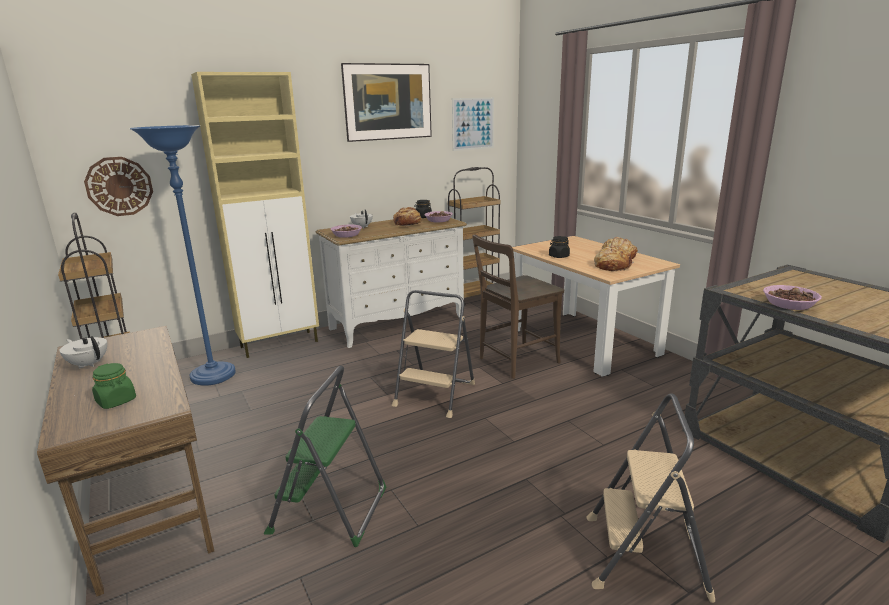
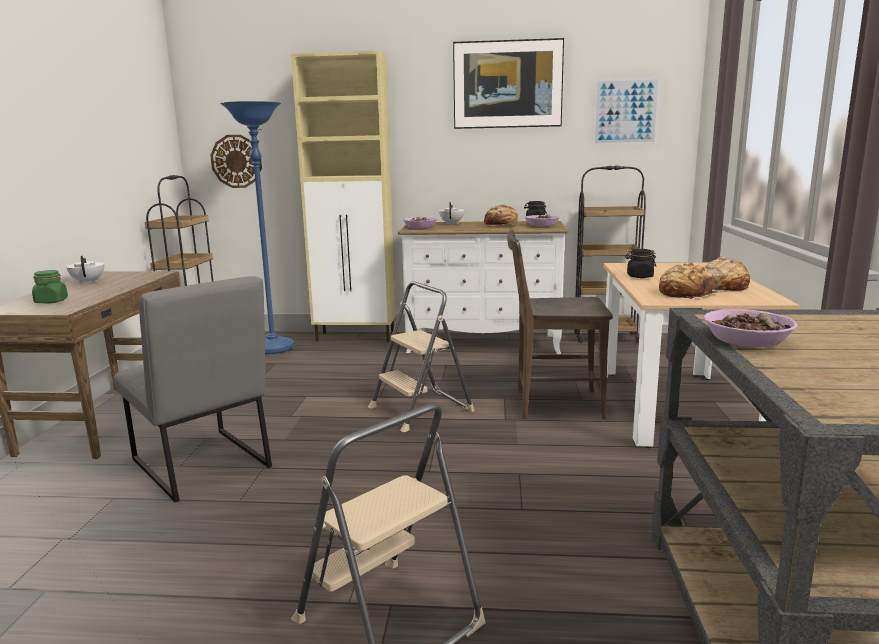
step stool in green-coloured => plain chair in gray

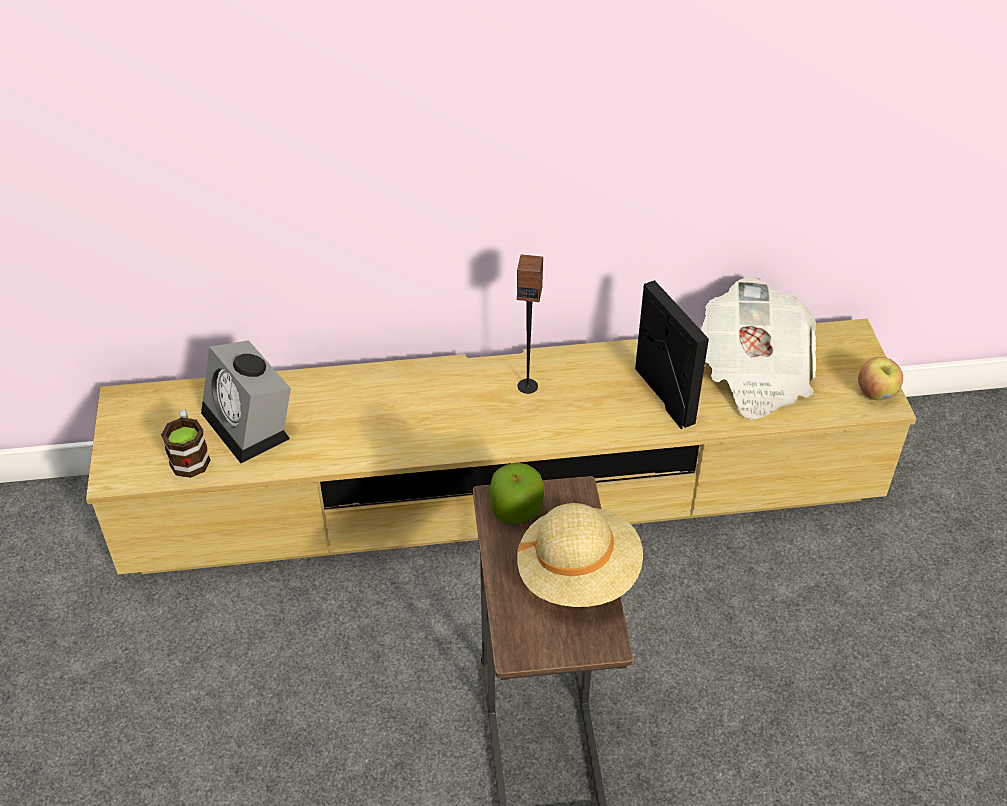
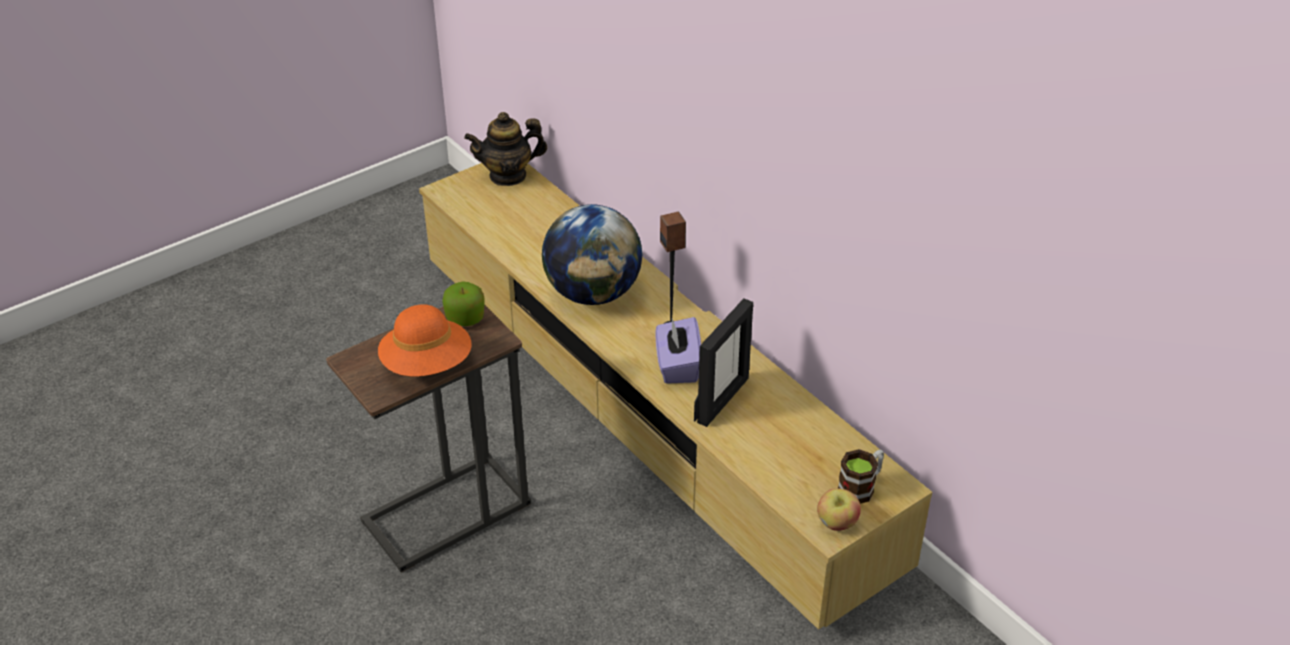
tea mug, relocated
bedside clock => nothing
hat in sand-coloured => hat in orange-coloured
daily paper => nothing
nothing => tea pot
nothing => globe
nothing => tissue holder in purple

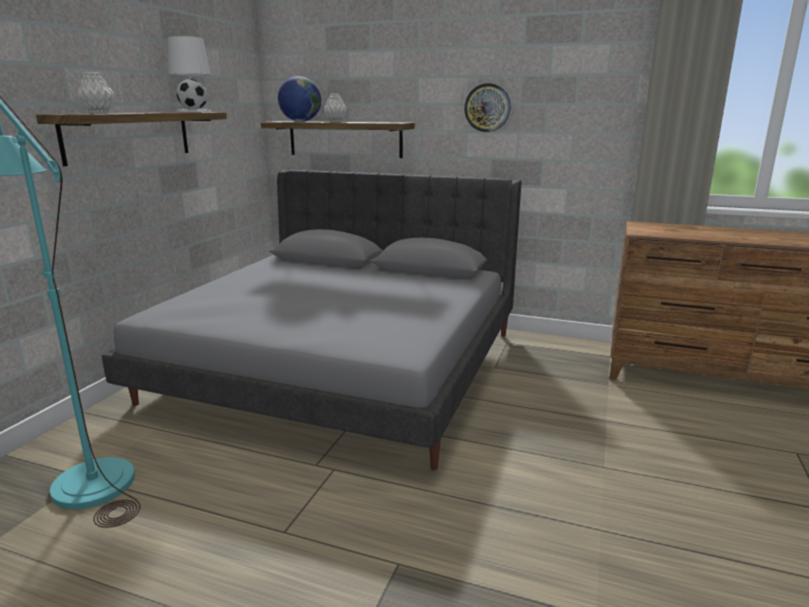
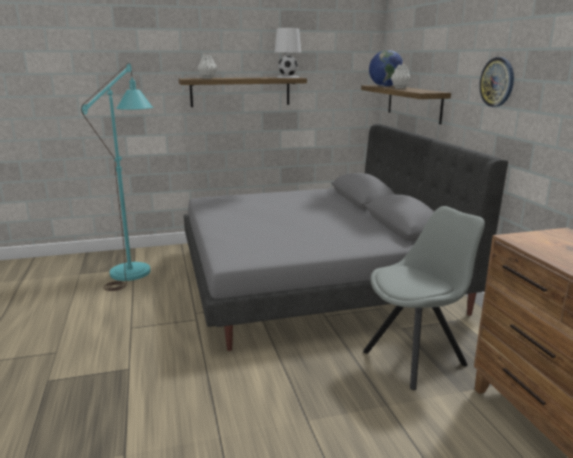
nothing => plain chair in gray

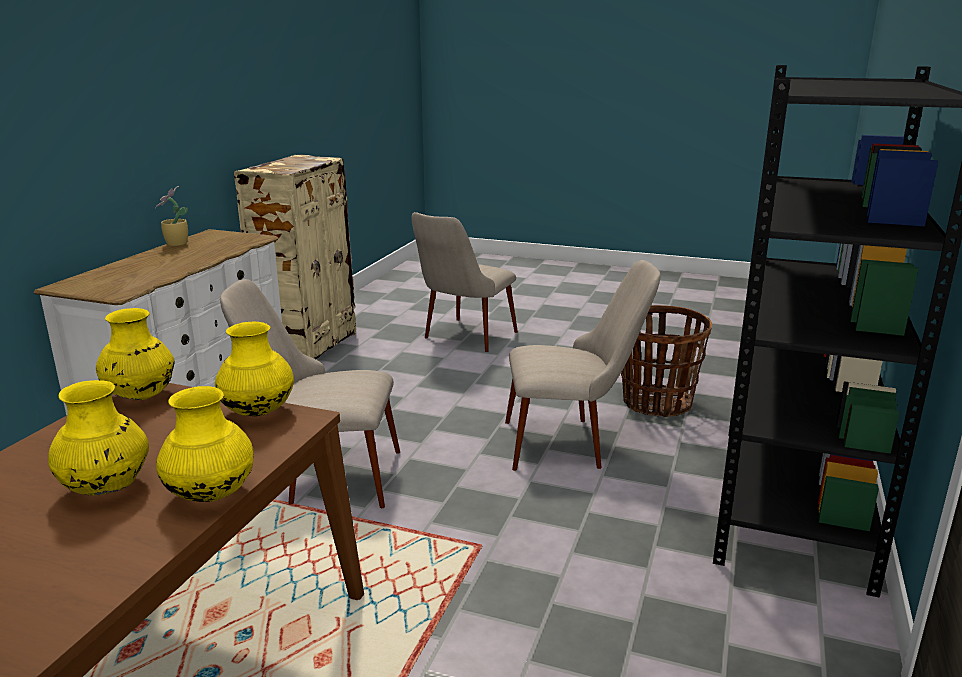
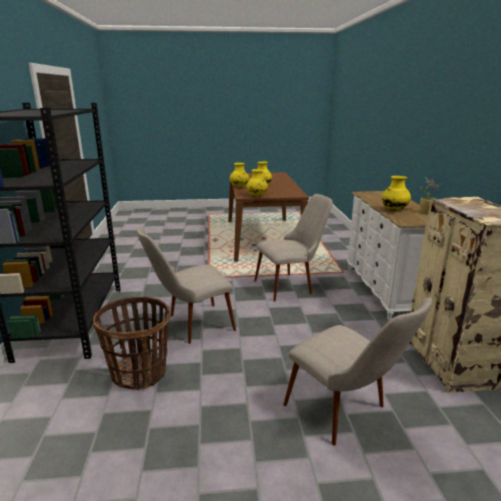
decorative vase in yellow (no. 2 from left in the first image) => decorative vase in yellow (no. 4 from left), relocated
plain chair in sand-coloured (no. 2 from left in the first image) => plain chair in sand-coloured (no. 3 from left), 135 degrees clockwise

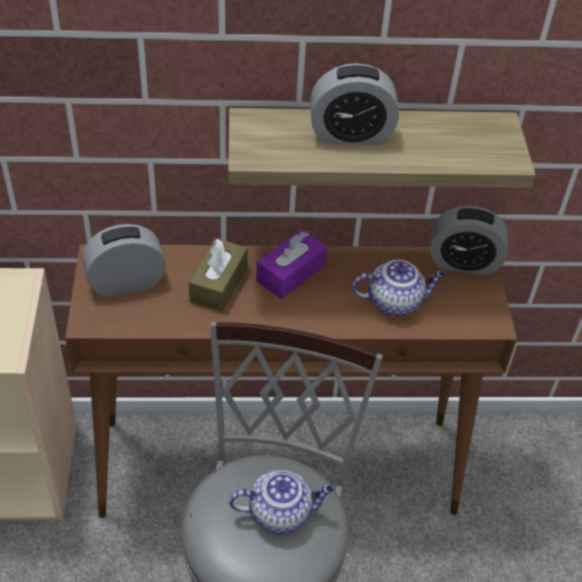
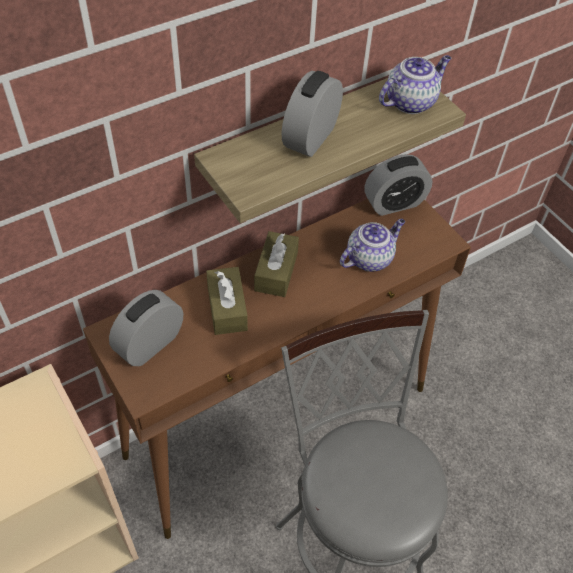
tea pot (no. 1 from left in the first image) => tea pot (no. 2 from left), relocated
tissue holder in purple => tissue holder in brownish (no. 2 from left)
bedside clock (no. 2 from left), 150 degrees clockwise

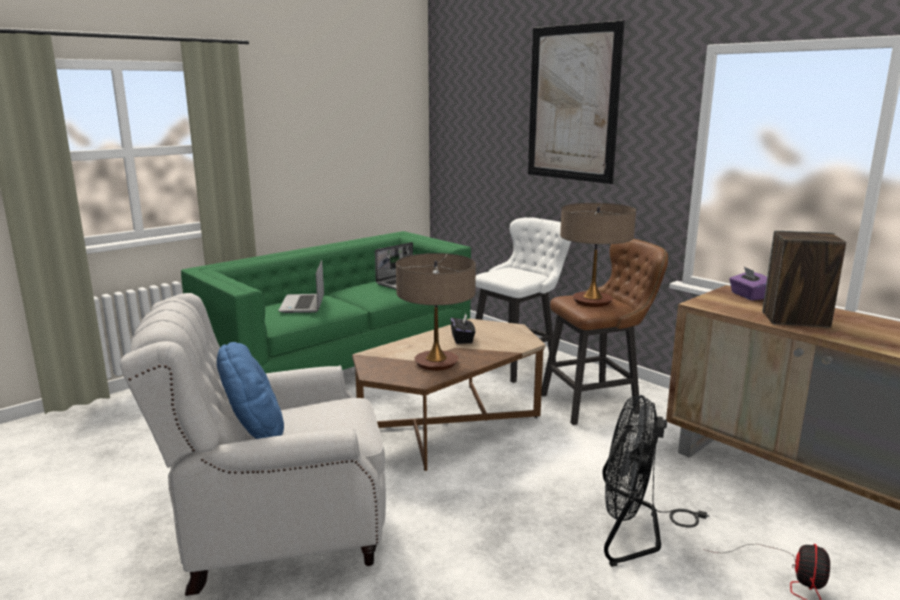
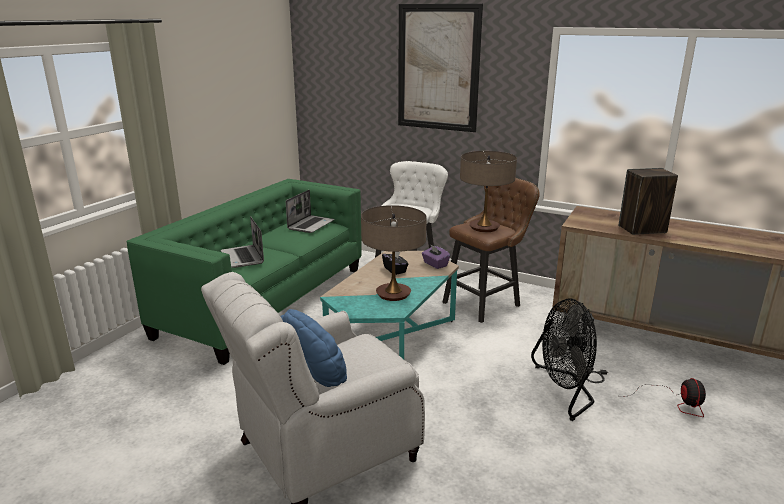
low table in brownish => low table in turquoise-coloured
tissue holder in purple, relocated

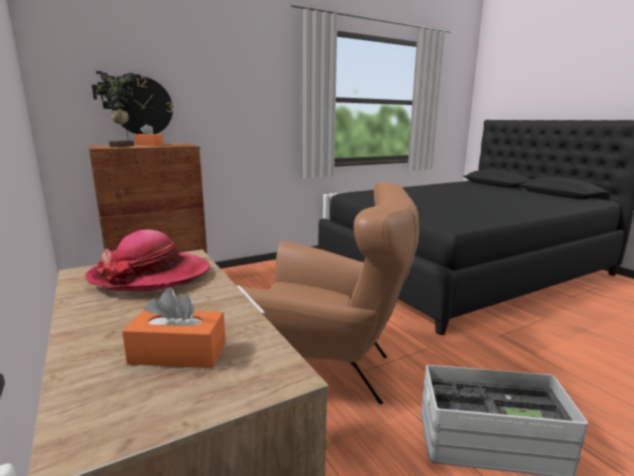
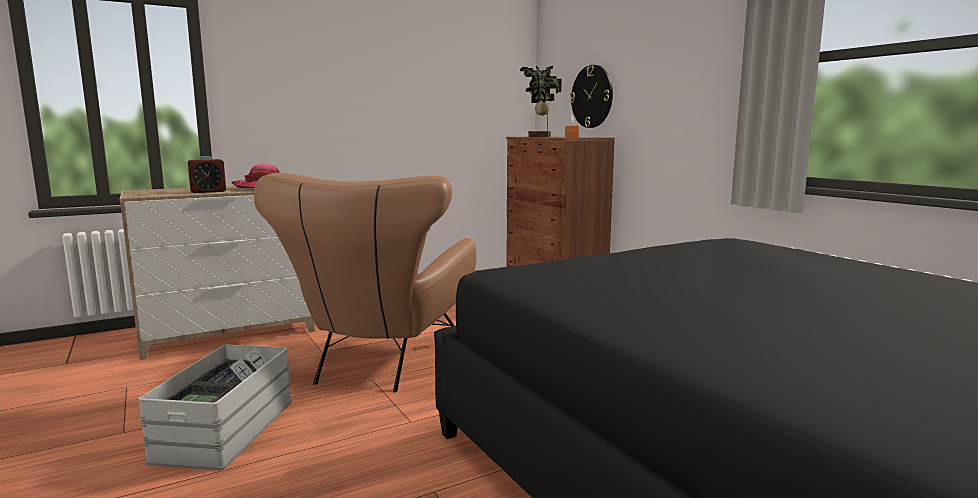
tissue holder in orange-coloured (no. 2 from left) => nothing
nothing => bedside clock

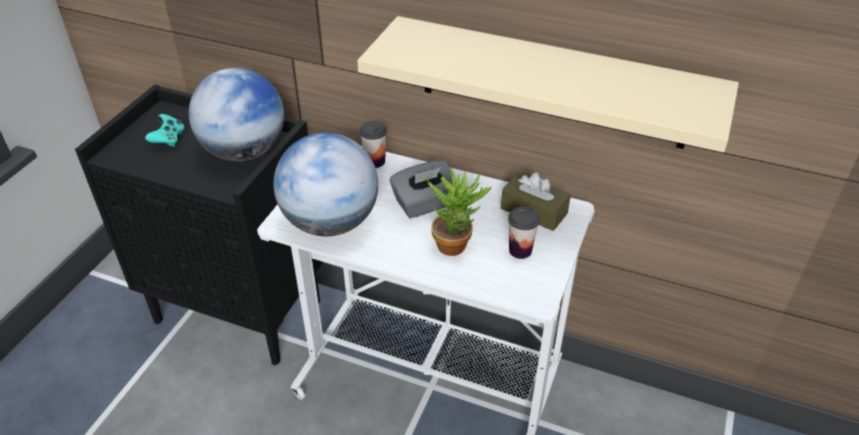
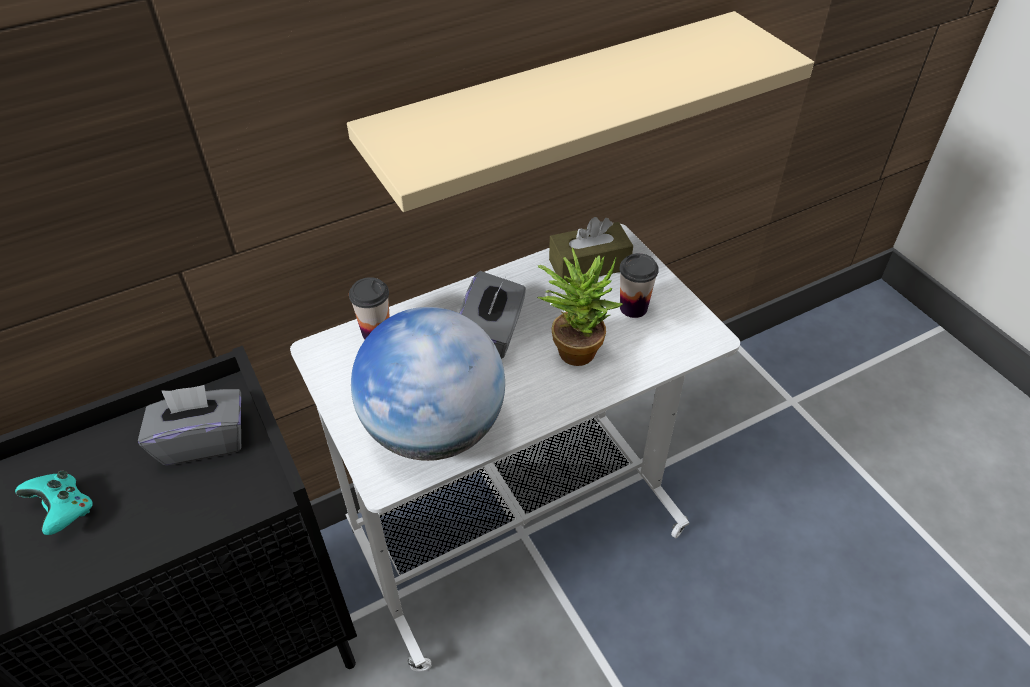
globe (no. 1 from left) => tissue holder in gray (no. 1 from left)

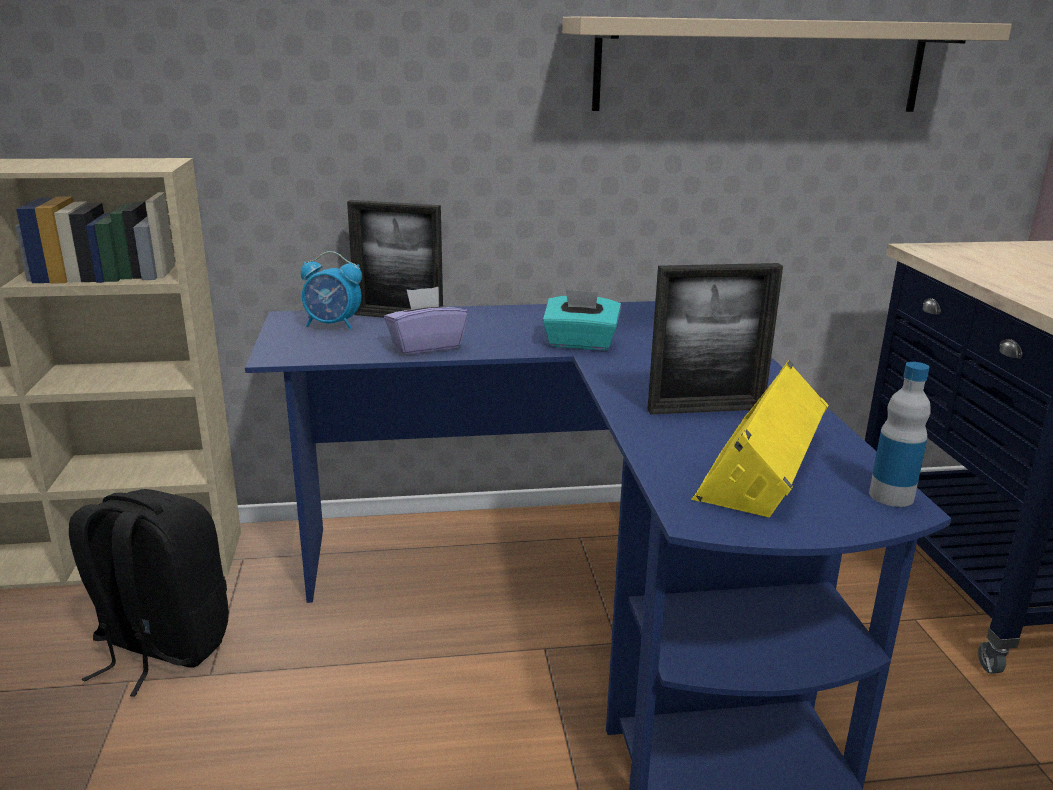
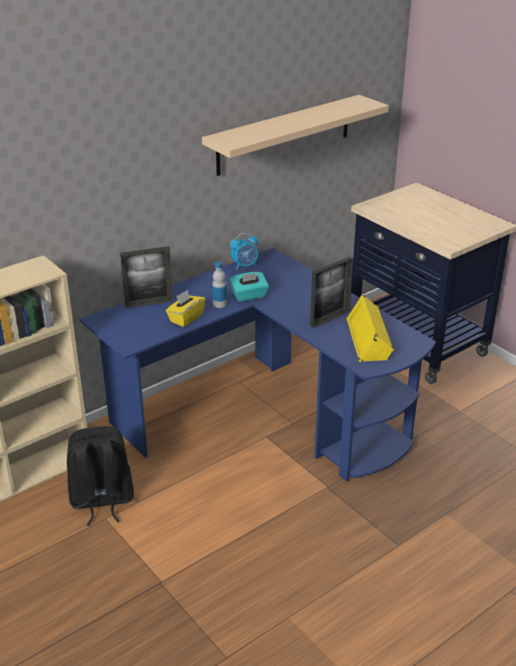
bedside clock, relocated
tissue holder in purple => tissue holder in yellow
bottle, relocated

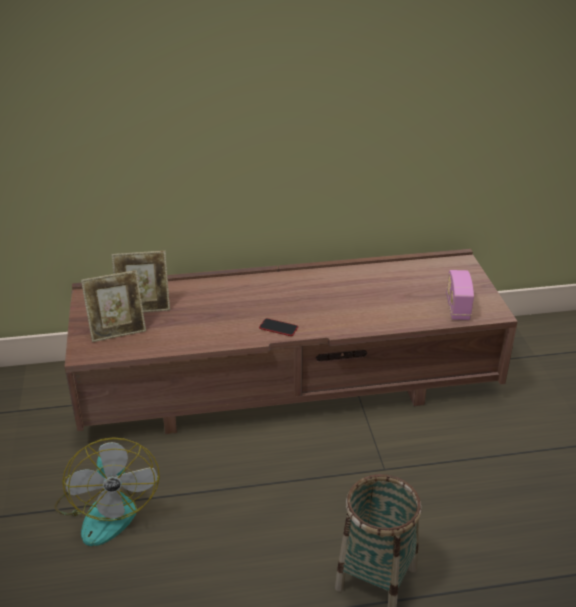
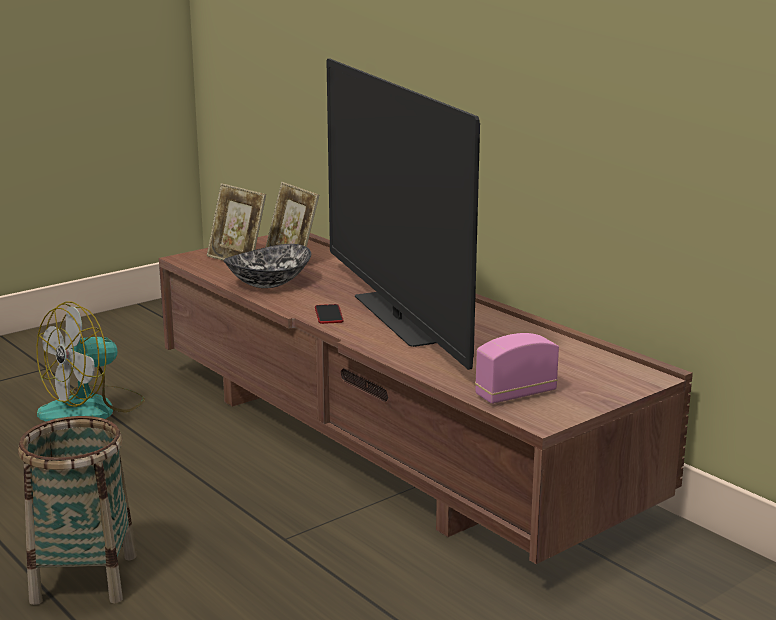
nothing => serving bowl
nothing => TV set

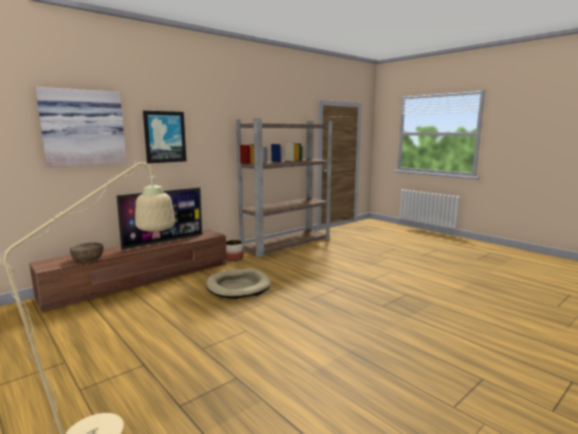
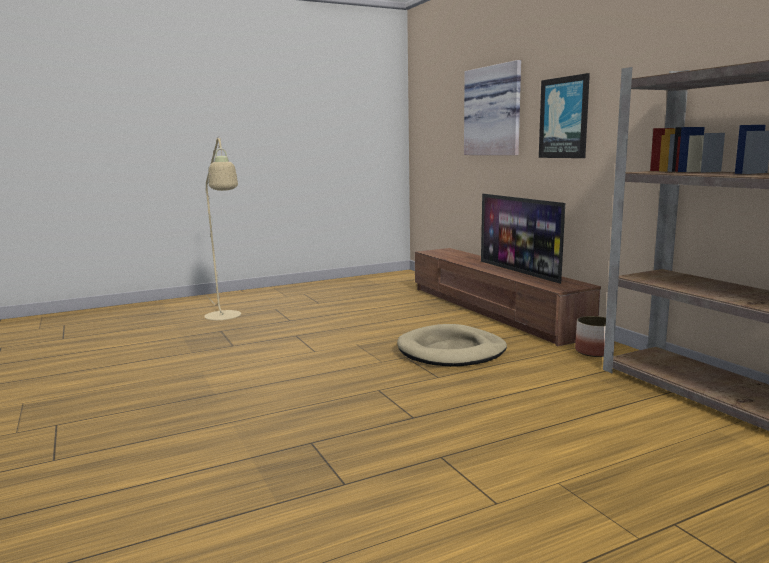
serving bowl in brownish => nothing

